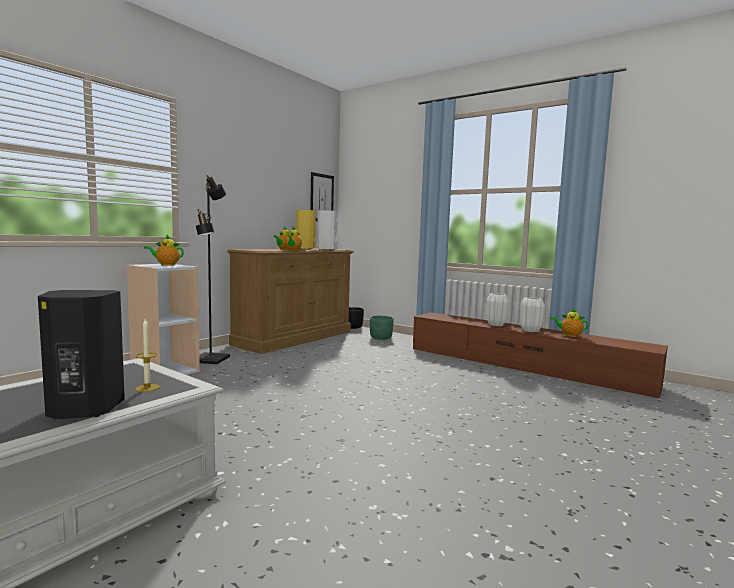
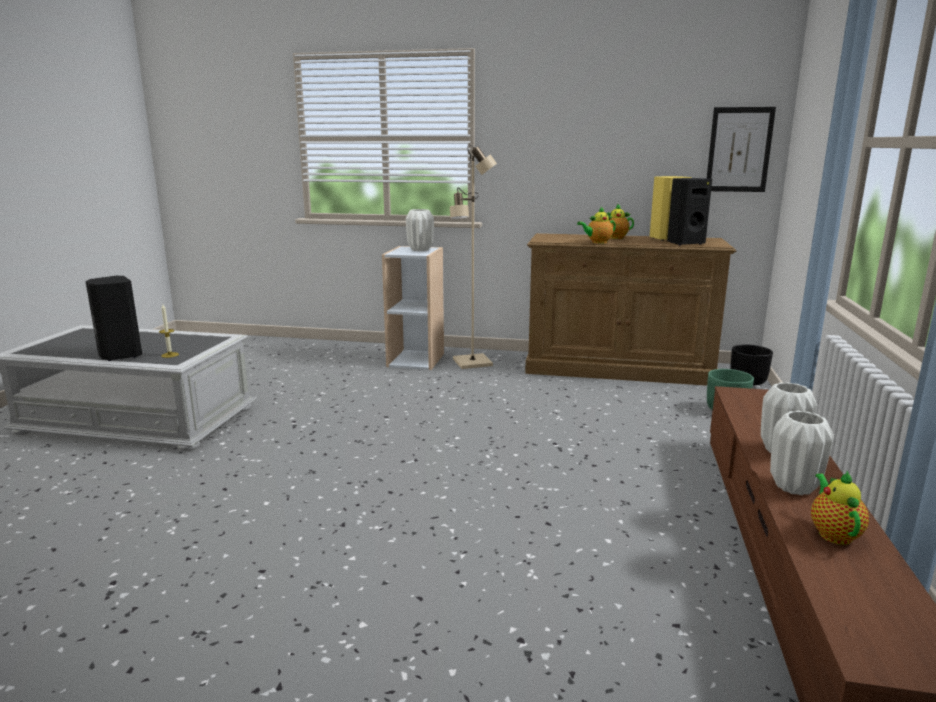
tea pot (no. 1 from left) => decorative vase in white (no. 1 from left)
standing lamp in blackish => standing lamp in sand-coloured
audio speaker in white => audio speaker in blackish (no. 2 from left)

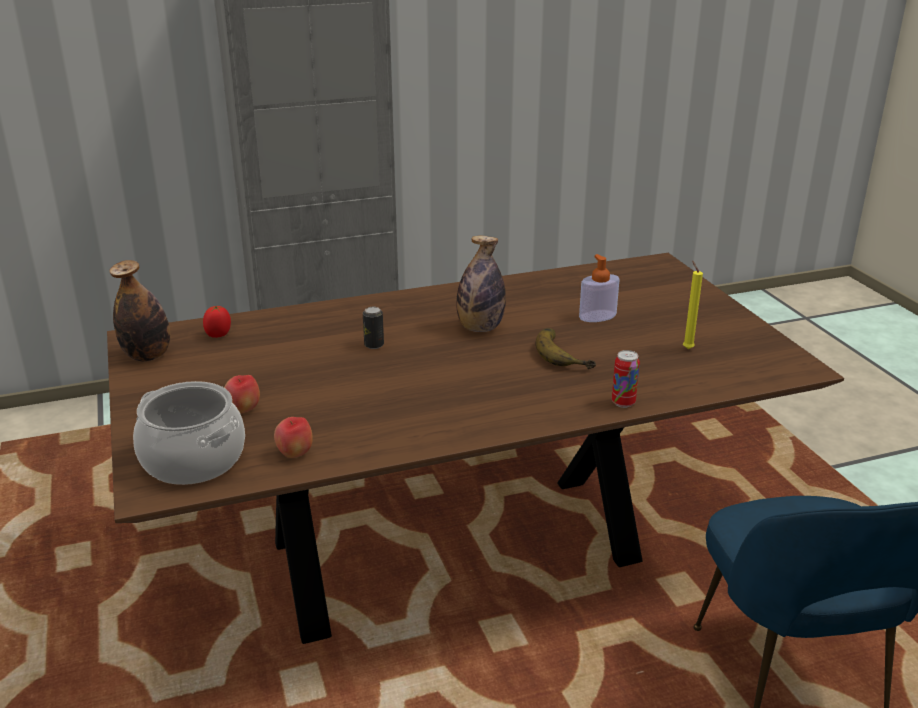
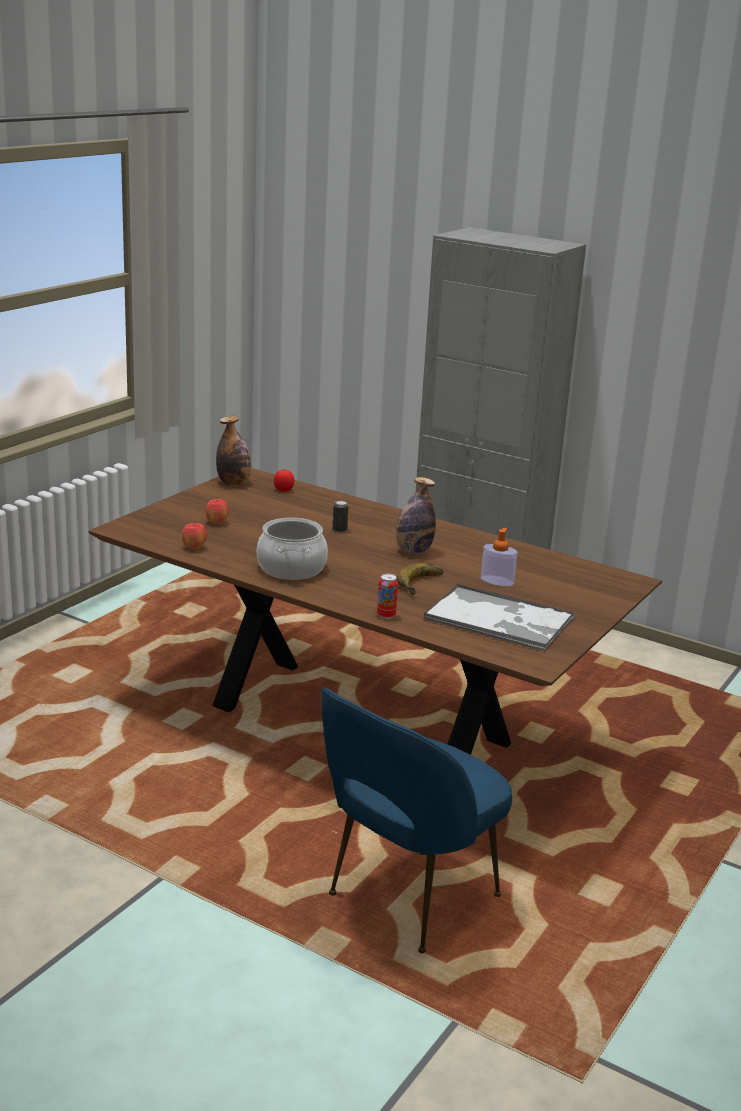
cooking pot, relocated
candle in yellow => serving tray

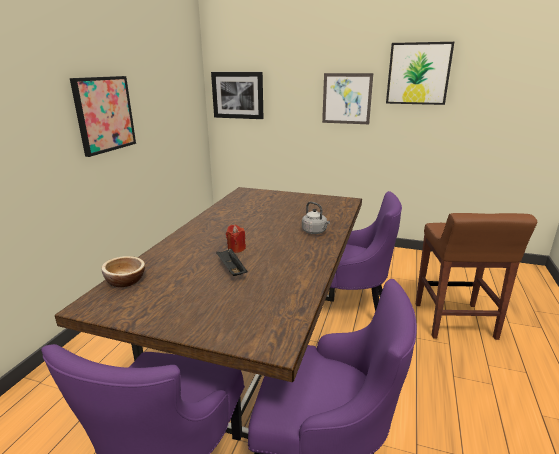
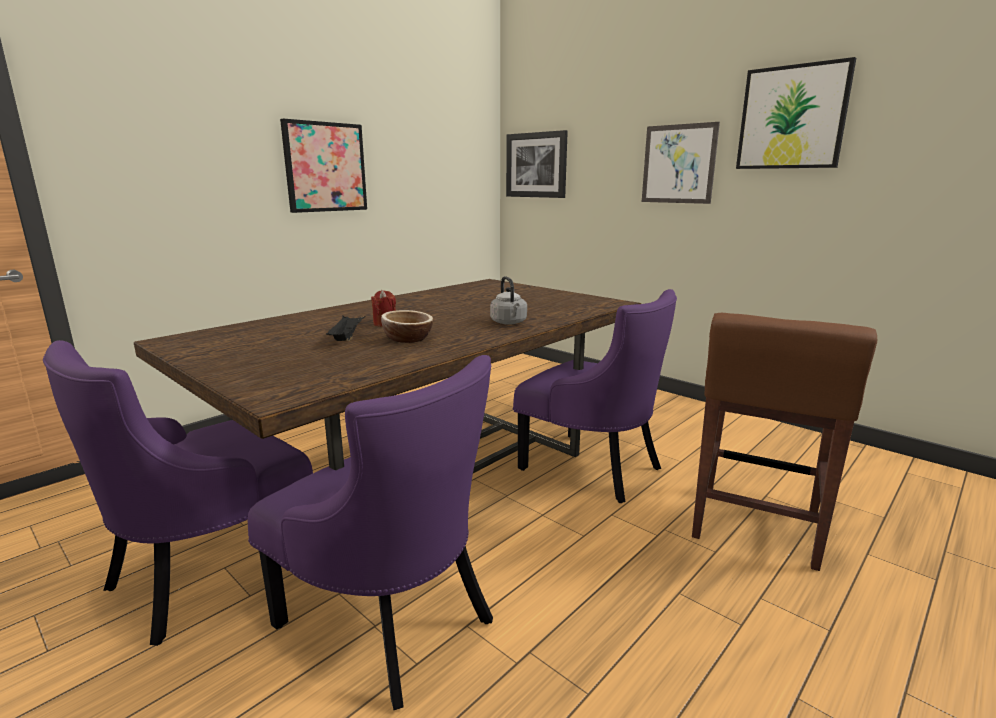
serving bowl, relocated

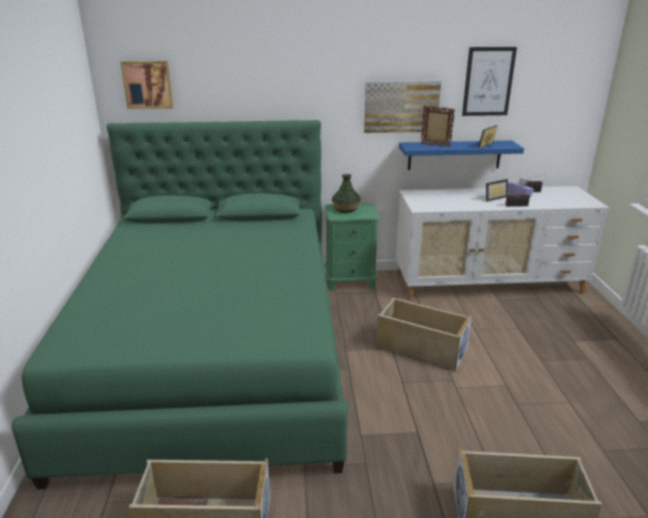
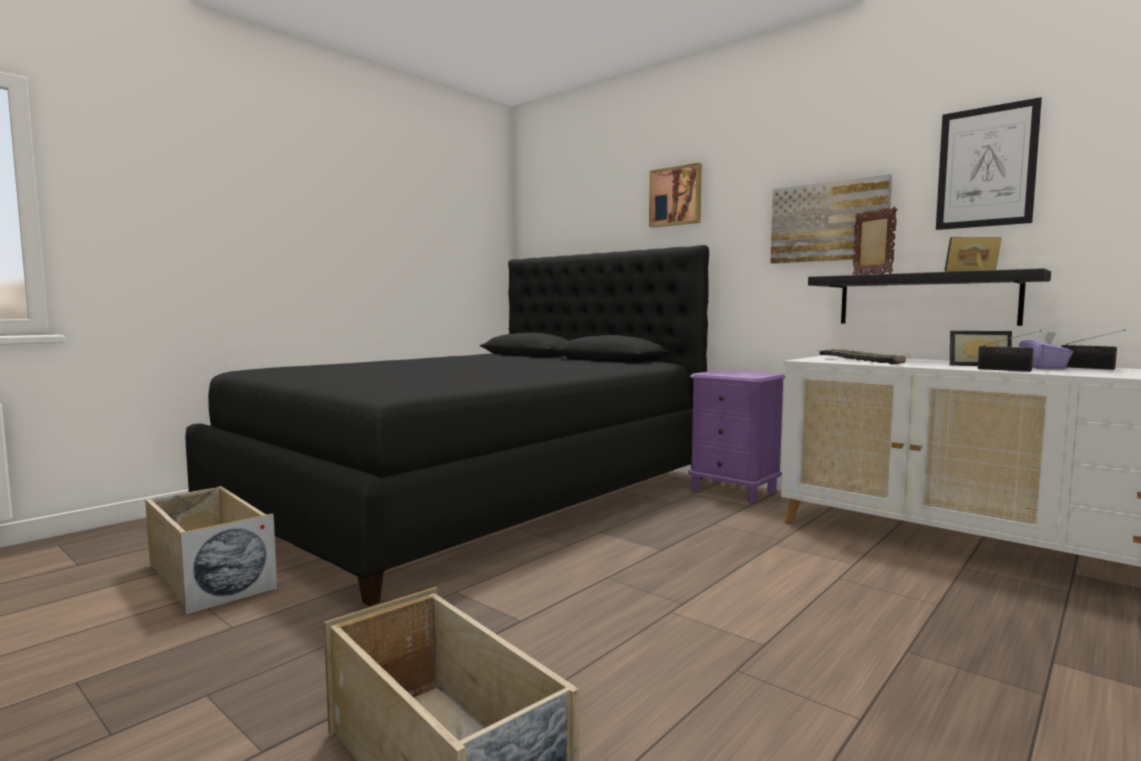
sleeping bed in green-coloured => sleeping bed in blackish
wall art (no. 1 from left), relocated
nightstand in green-coloured => nightstand in purple
decorative vase => nothing
storage bin in sand-coloured (no. 2 from left) => nothing
bracket shelf in bluish => bracket shelf in blackish
nothing => serving tray

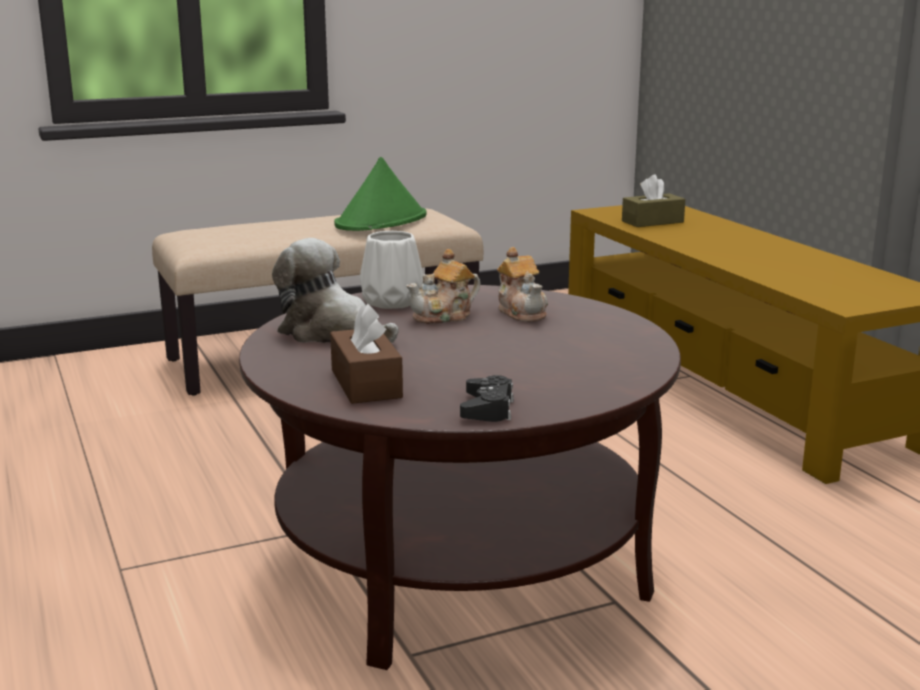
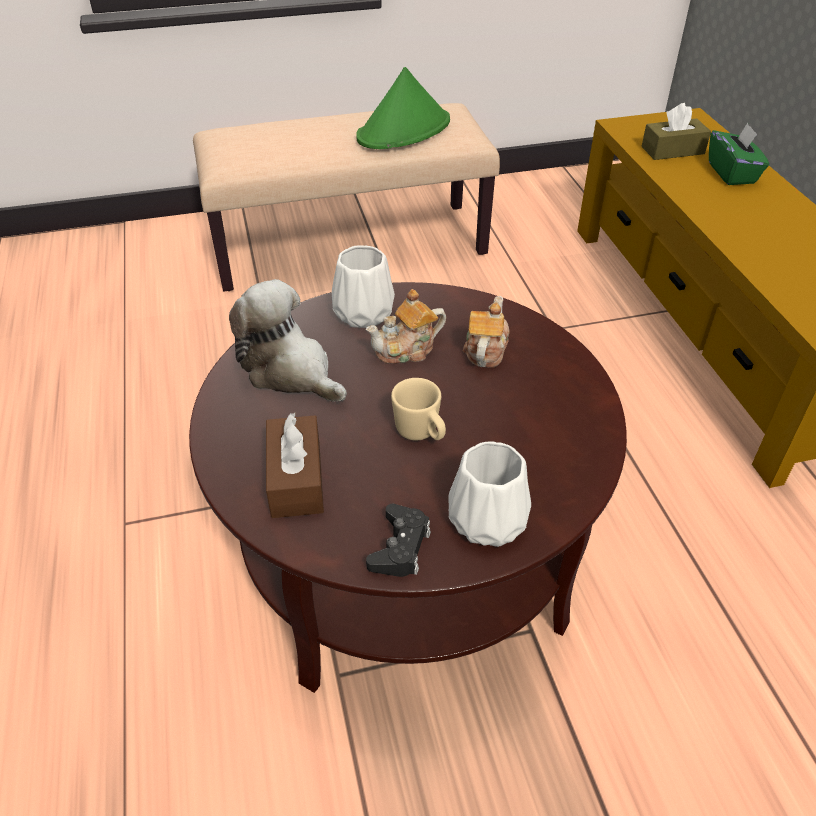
tea pot (no. 2 from left), 150 degrees counterclockwise
nothing => tea mug in sand-coloured
nothing => decorative vase in white (no. 2 from left)
nothing => tissue holder in green-coloured

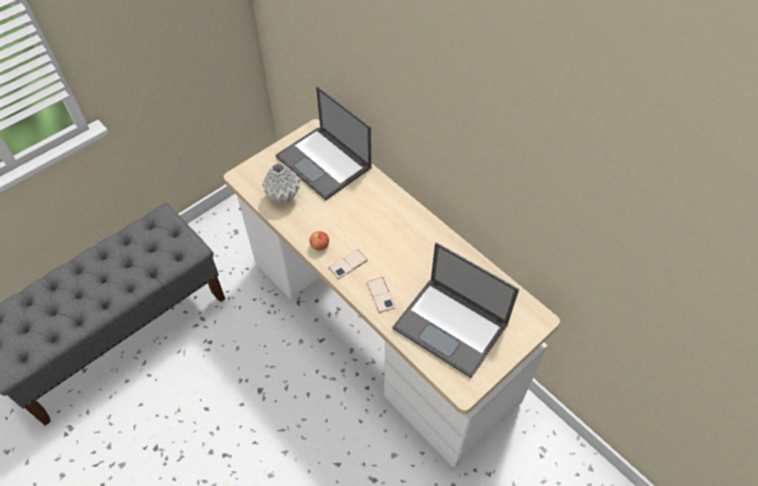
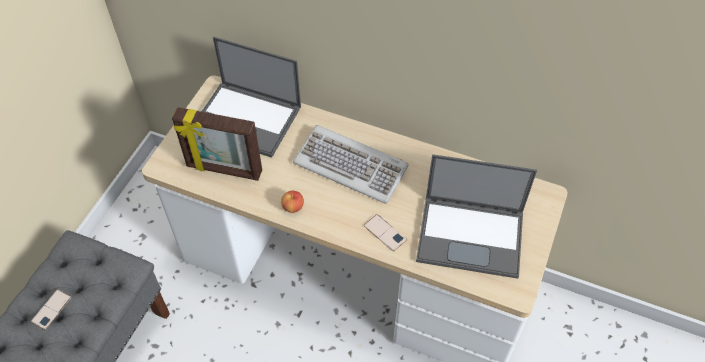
decorative vase in gray => standing frame
handset (no. 1 from left), relocated
nothing => PC keyboard

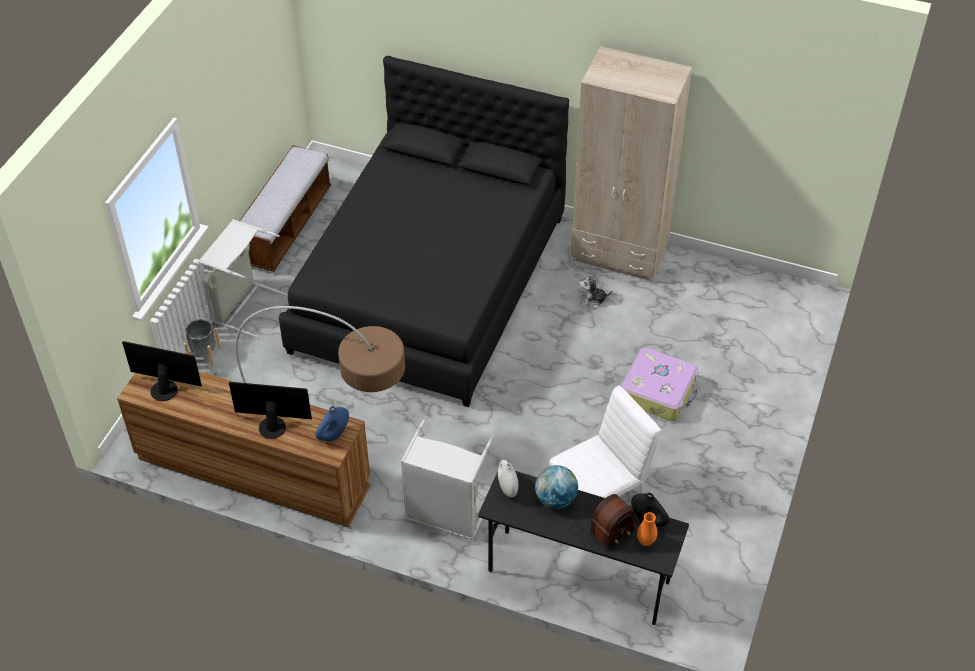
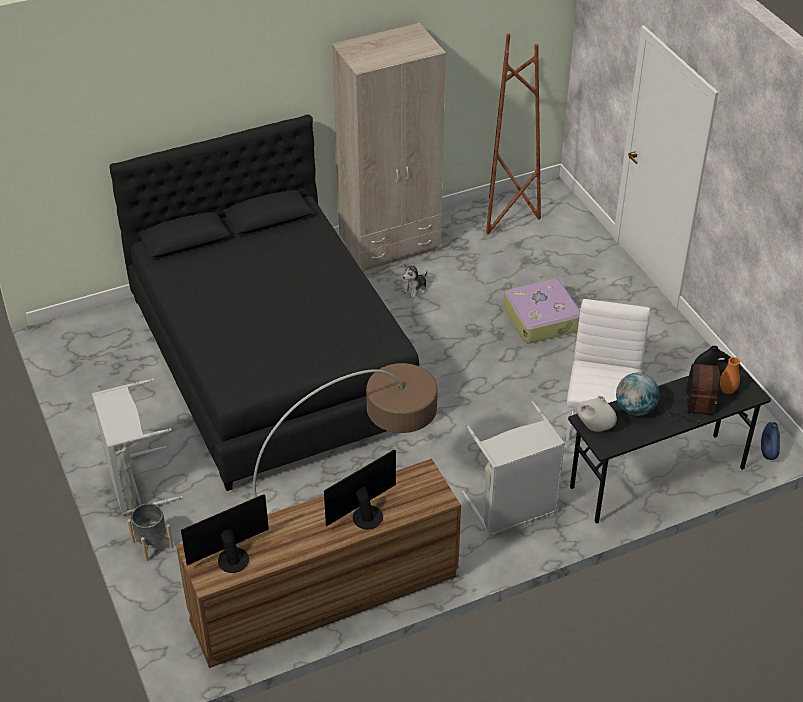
long seat => nothing
decorative vase in bluish, relocated
nothing => garment stand in brownish

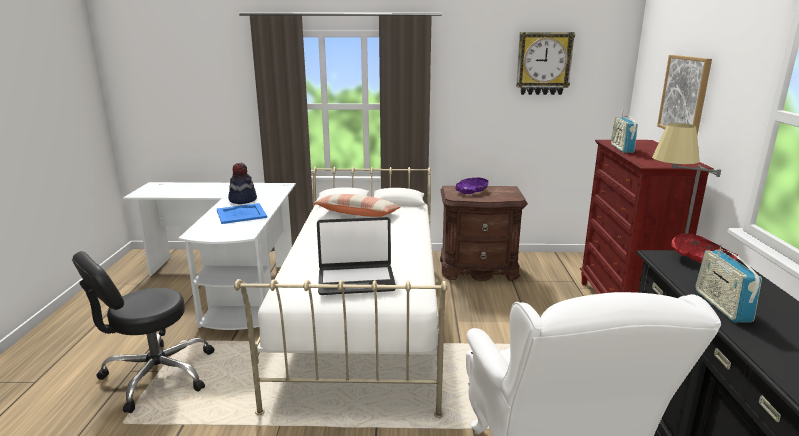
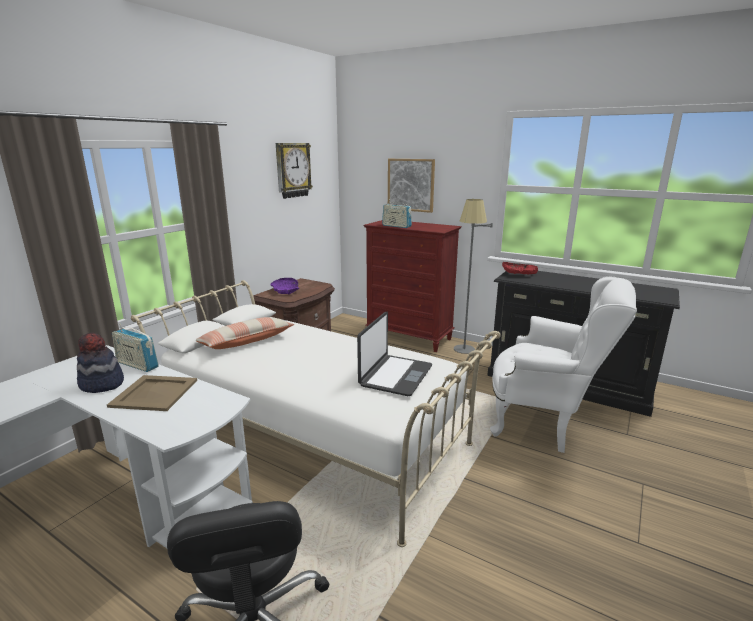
serving tray in bluish => serving tray in sand-coloured
radio (no. 2 from left in the first image) => radio (no. 1 from left), relocated

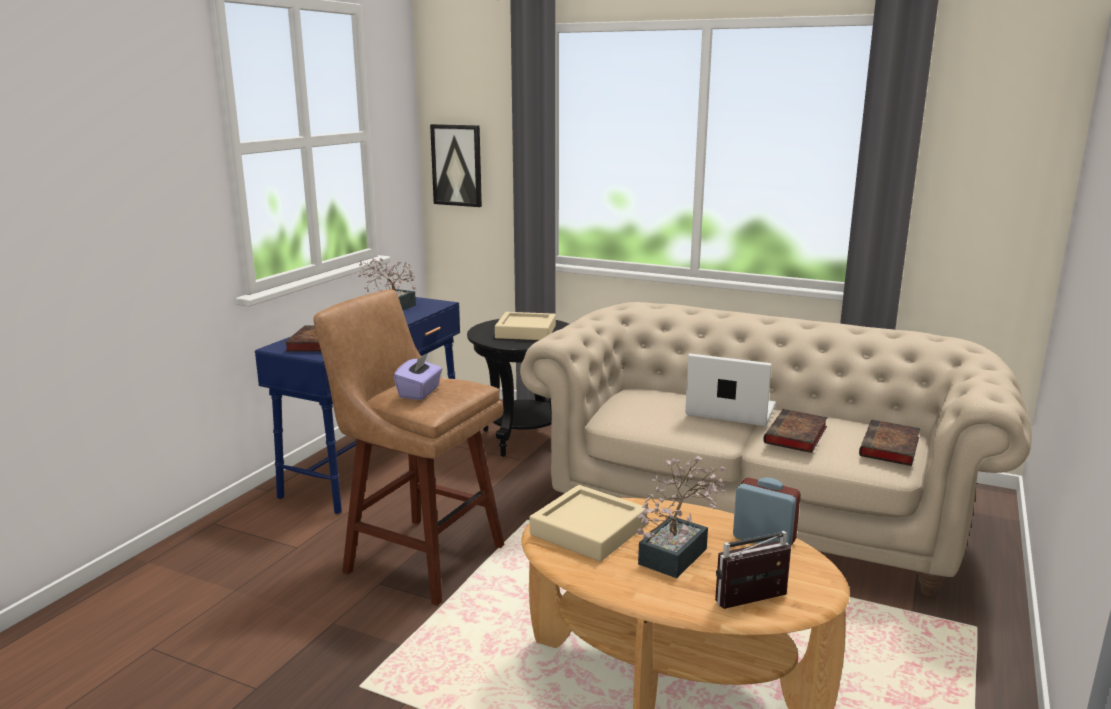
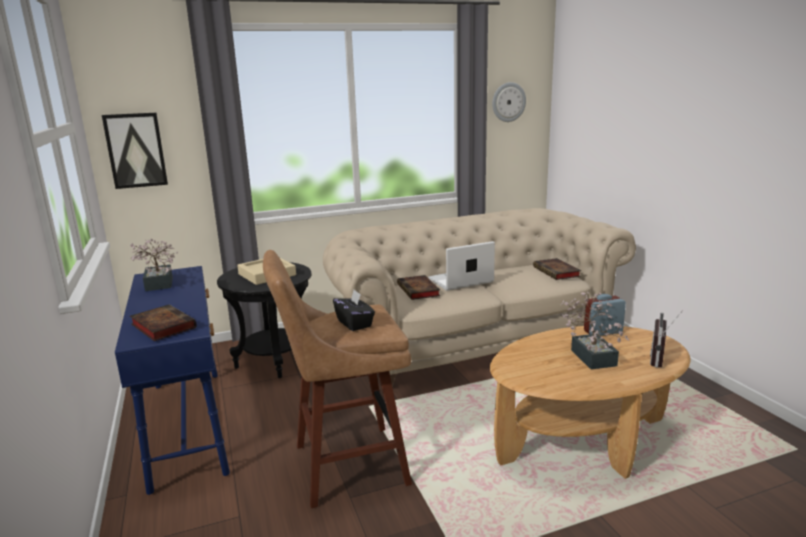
tissue holder in purple => tissue holder in blackish
serving tray in sand-coloured (no. 2 from left) => nothing
bound book (no. 2 from left), relocated
nothing => hanging clock

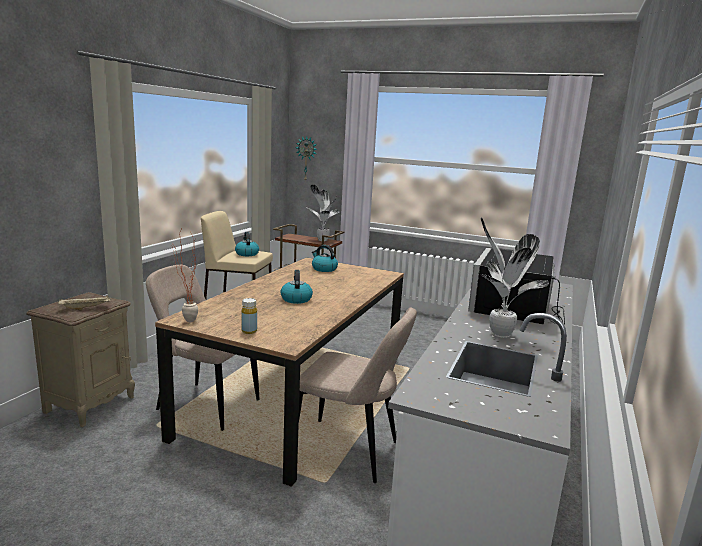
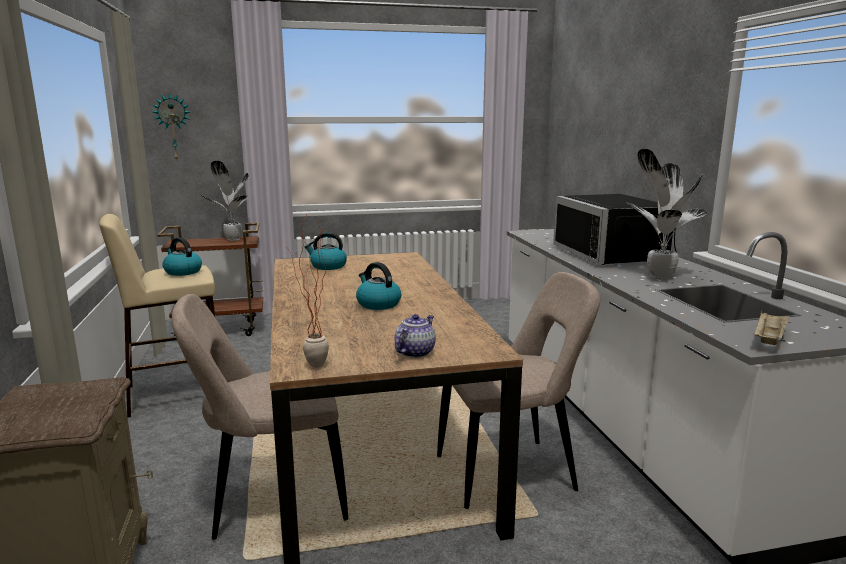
serving tray in sand-coloured, relocated
bottle in yellow => tea pot

